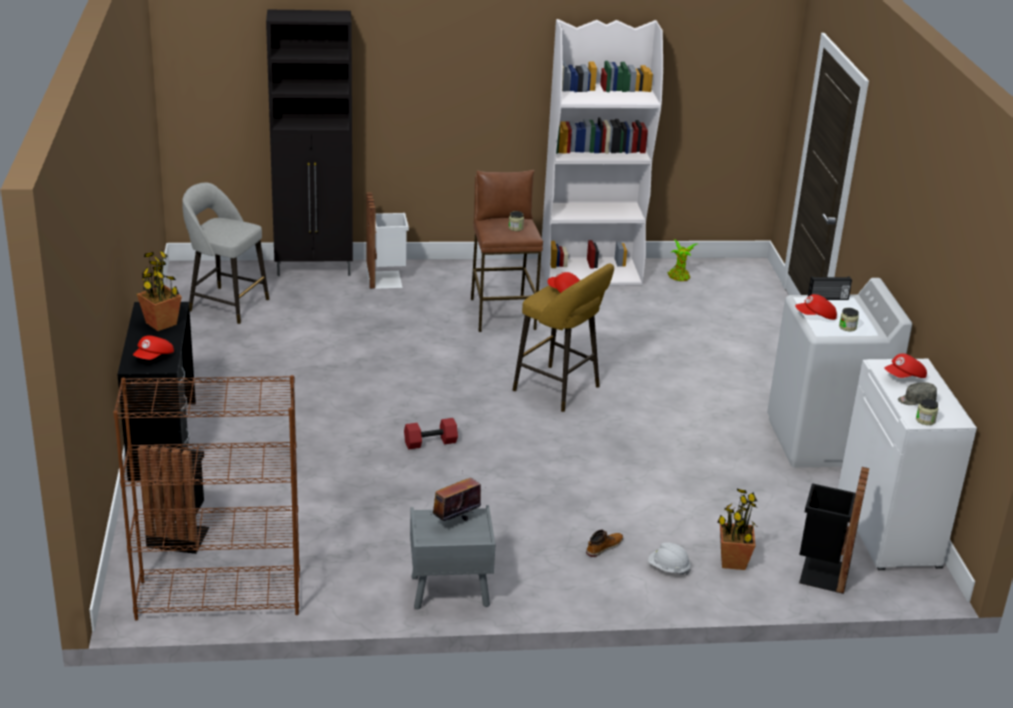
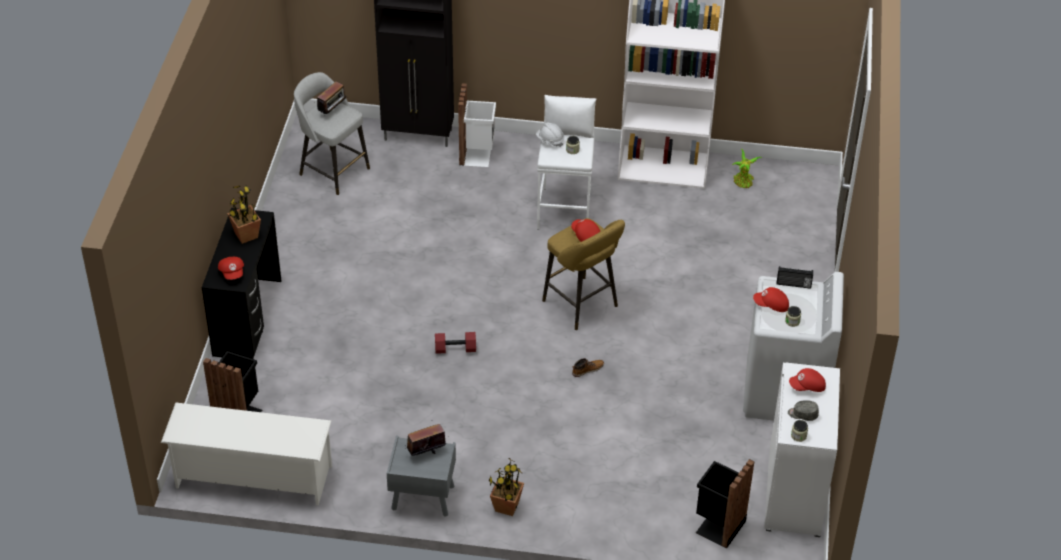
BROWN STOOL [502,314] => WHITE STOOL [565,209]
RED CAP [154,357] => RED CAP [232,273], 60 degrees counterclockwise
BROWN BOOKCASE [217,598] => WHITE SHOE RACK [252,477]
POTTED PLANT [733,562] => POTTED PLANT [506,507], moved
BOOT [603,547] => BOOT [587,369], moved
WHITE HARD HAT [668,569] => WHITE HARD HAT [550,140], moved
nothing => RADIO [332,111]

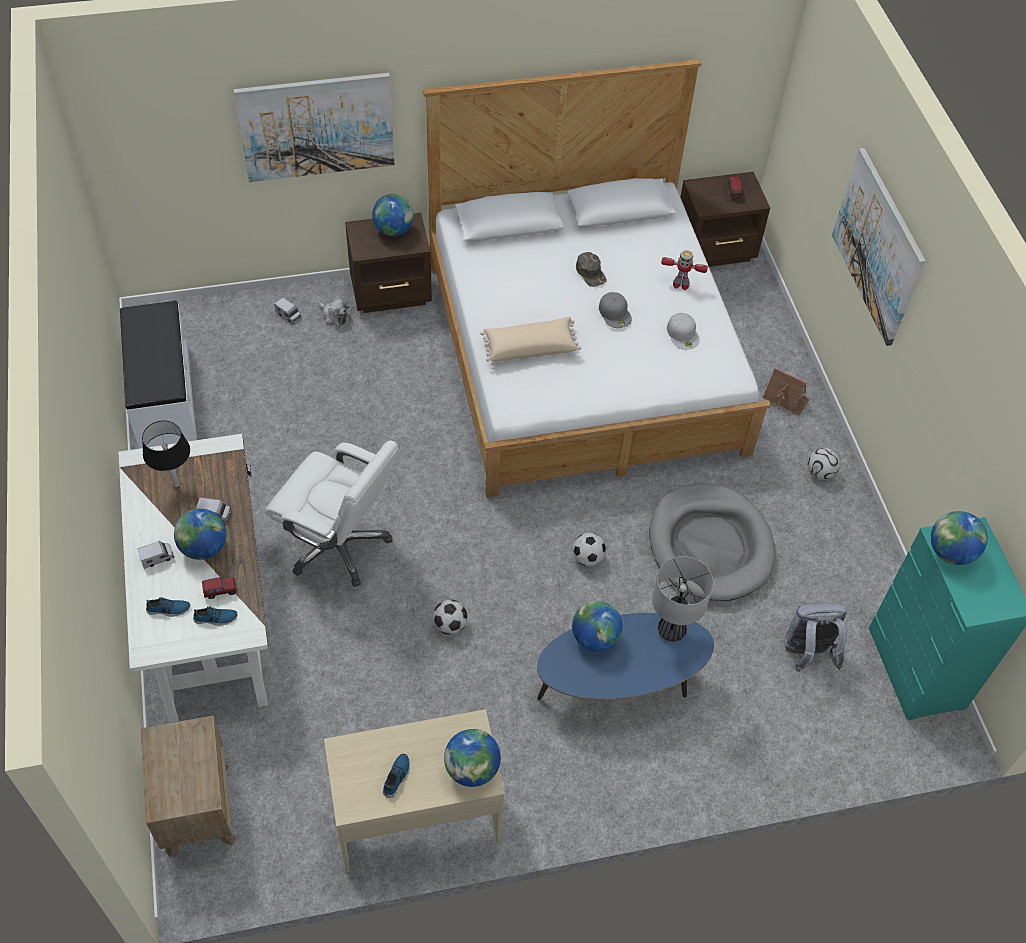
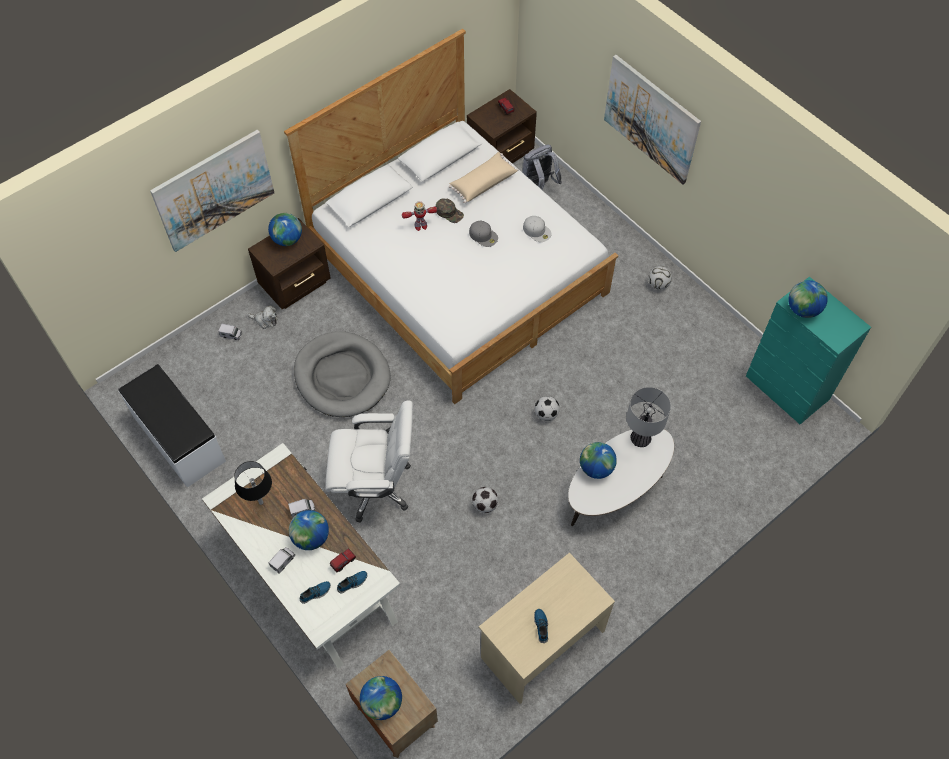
TOY ROBOT [680,284] => TOY ROBOT [420,226], moved
BEIGE PILLOW [530,347] => BEIGE PILLOW [483,183], moved
TOY HOUSE [785,398] => nothing
GREY DOG BED [710,545] => GREY DOG BED [342,376], moved
GREY BACKPACK [807,653] => GREY BACKPACK [538,186], moved
BLUE COFFEE TABLE [619,684] => WHITE COFFEE TABLE [616,489]
GLOBE [472,769] => GLOBE [382,703], moved

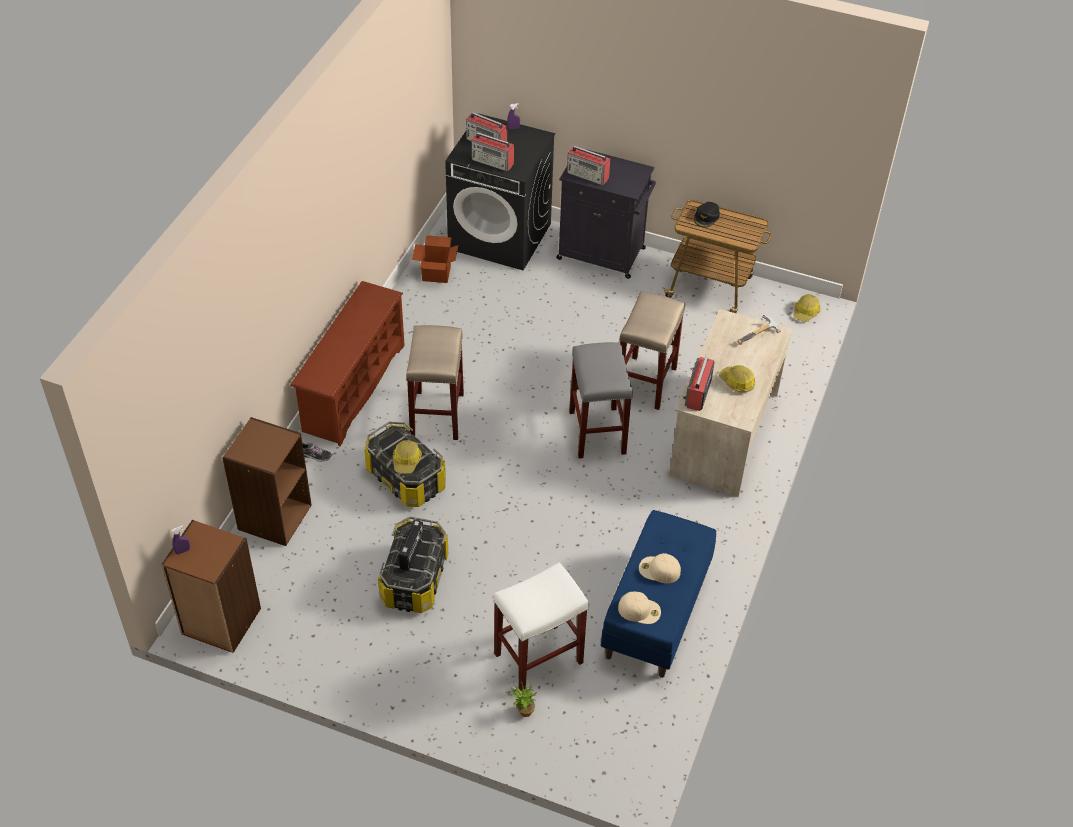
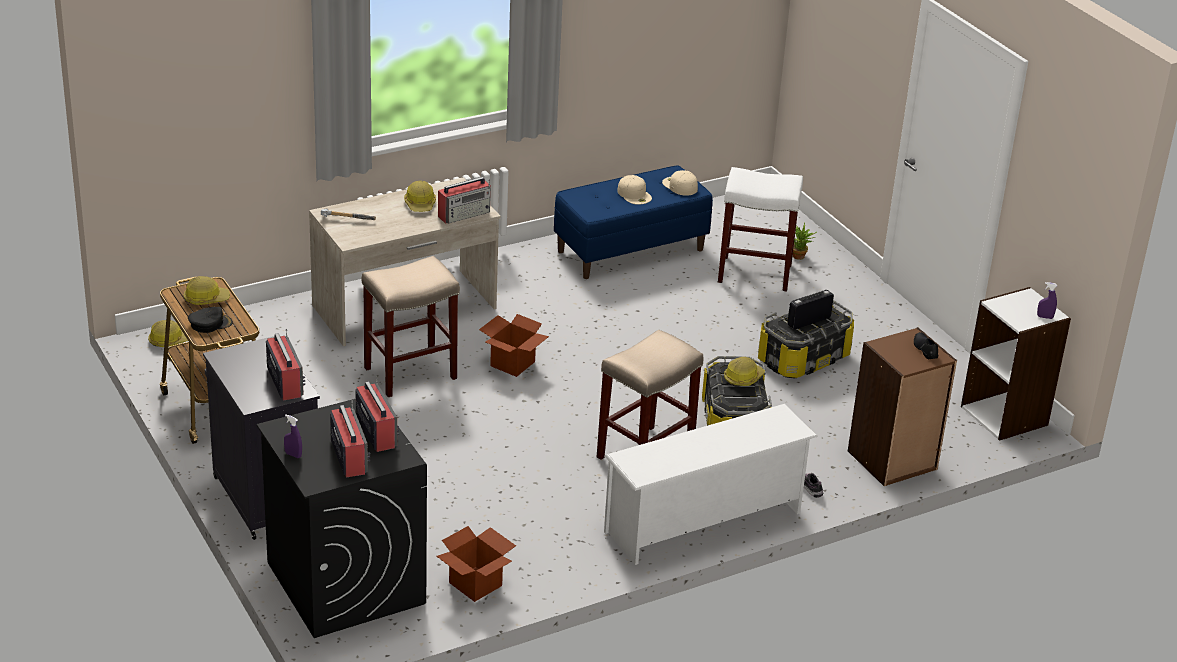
BROWN SHOE RACK [353,387] => WHITE SHOE RACK [704,523]
GREY STOOL [598,433] => CARDBOARD BOX [512,363]
BROWN BOOKCASE [220,622] => WHITE BOOKCASE [1005,416]
nothing => HARD HAT [206,299]
nothing => BLACK SHOE [925,349]

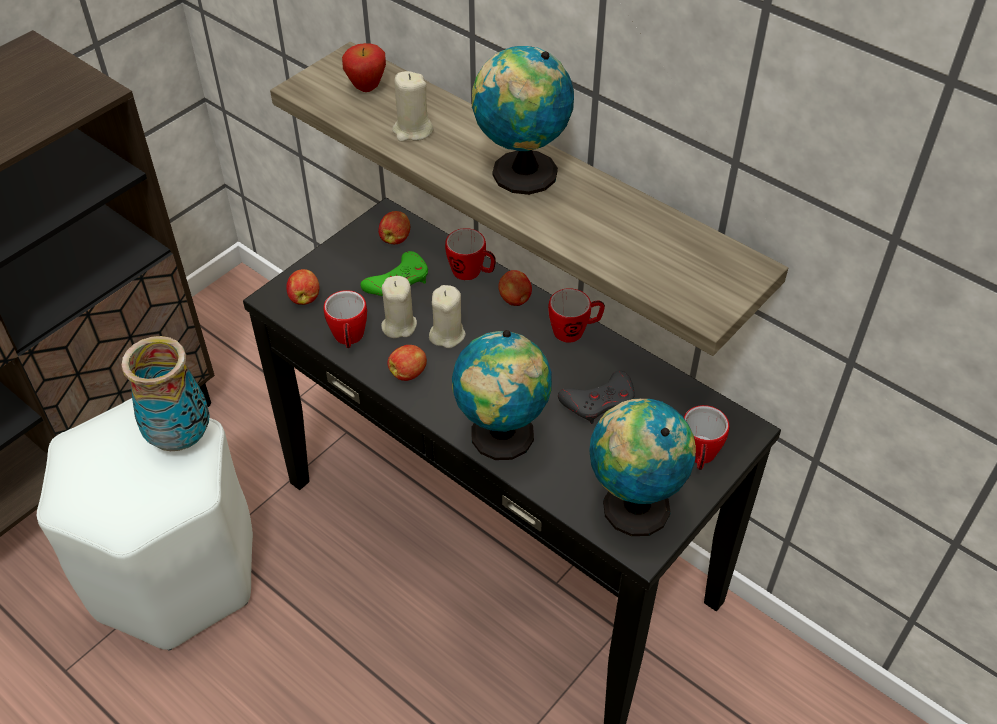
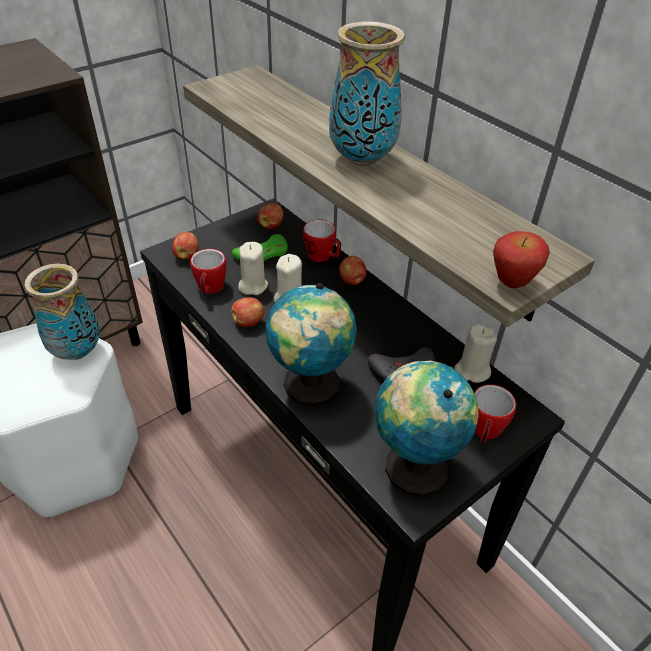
APPLE [366,88] => APPLE [512,282], moved
GLOBE [520,174] => VASE [361,159]
BEIGE CANDLE [412,130] => BEIGE CANDLE [471,371], moved
MUG [575,331] => nothing

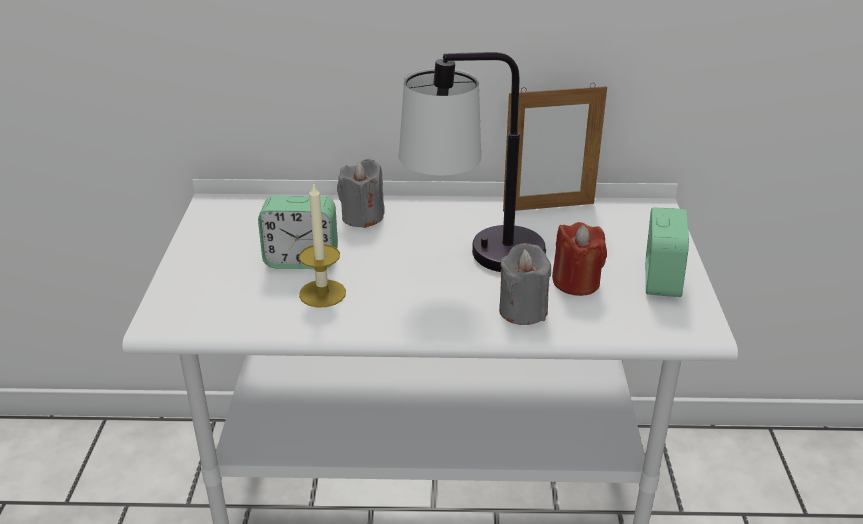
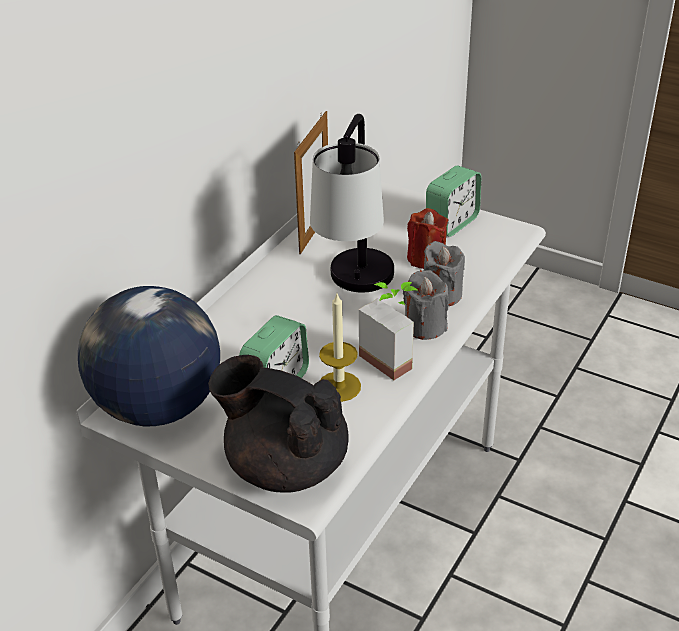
GREY CANDLE [362,217] => GREY CANDLE [425,326], moved
ALARM CLOCK [661,280] => ALARM CLOCK [452,223], 90 degrees clockwise
nothing => POTTED PLANT [393,357]
nothing => GLOBE [157,406]
nothing => BLACK TEAPOT [285,465]

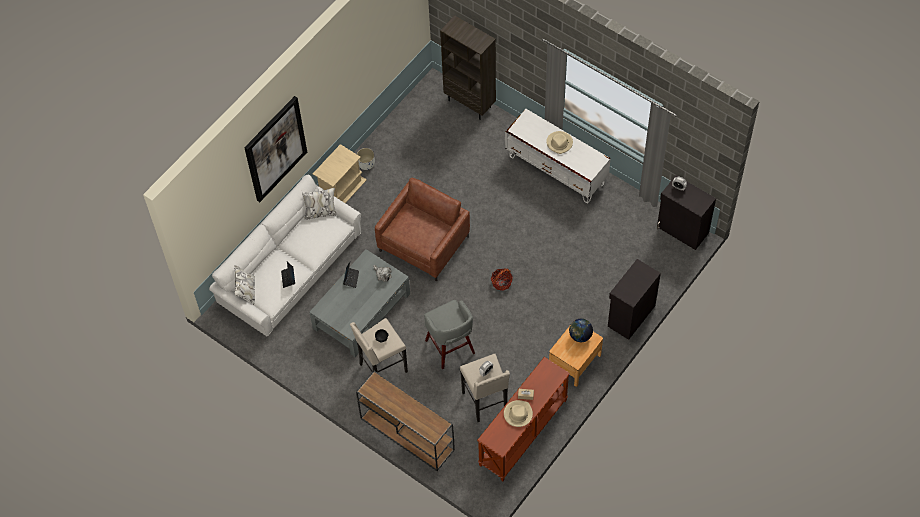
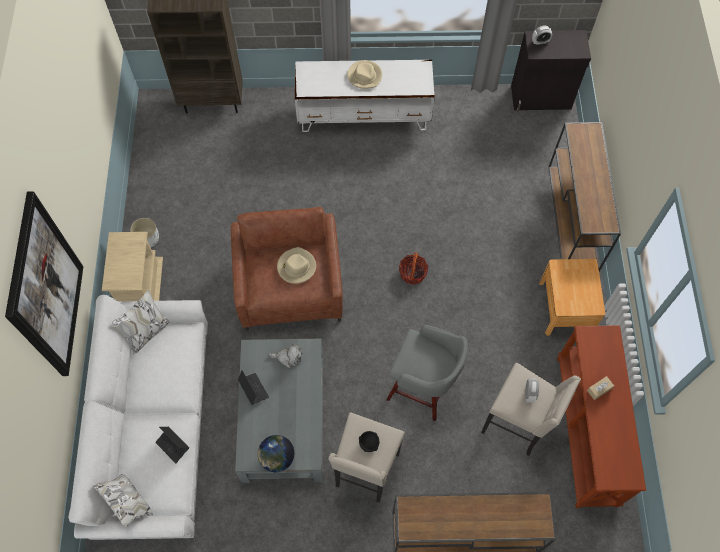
BLACK CABINET [630,316] => BROWN CONSOLE TABLE [573,218]
GLOBE [580,336] => GLOBE [277,458], moved
BEIGE HAT [518,414] => BEIGE HAT [296,267], moved

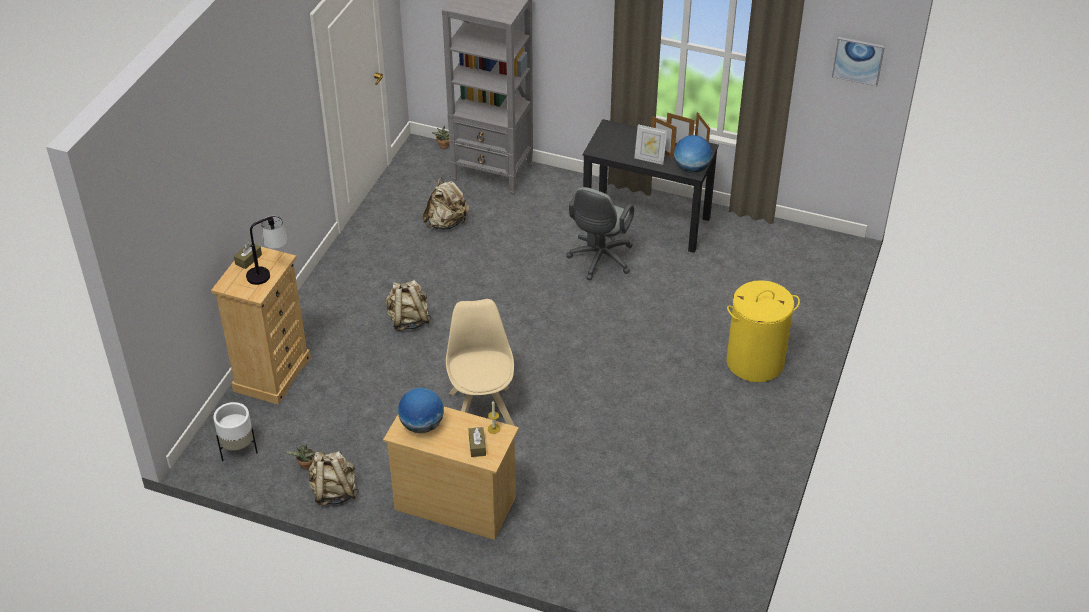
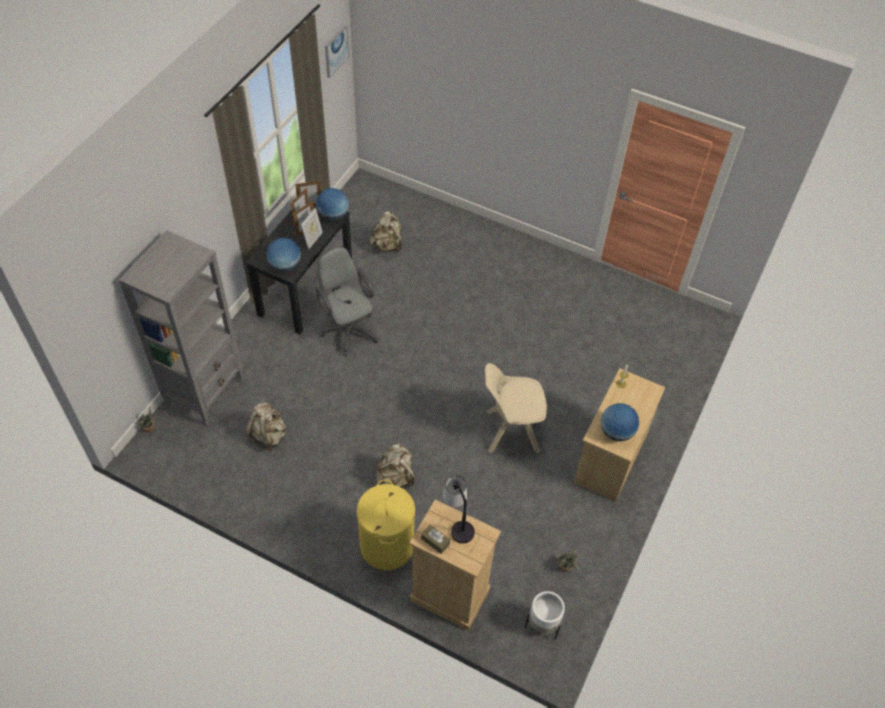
GREY OFFICE CHAIR [599,261] => GREY OFFICE CHAIR [348,329], 150 degrees counterclockwise
YELLOW LAUNDRY BASKET [755,362] => YELLOW LAUNDRY BASKET [387,546], moved
BROWN TISSUE BOX [477,446] => nothing
BEIGE BACKPACK [334,492] => BEIGE BACKPACK [387,245], moved
nothing => GLOBE [285,266]

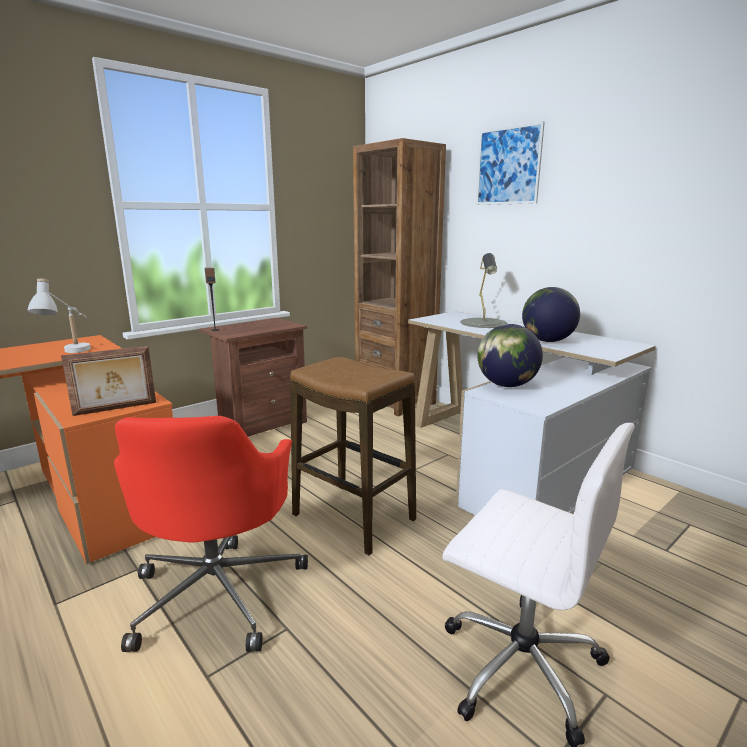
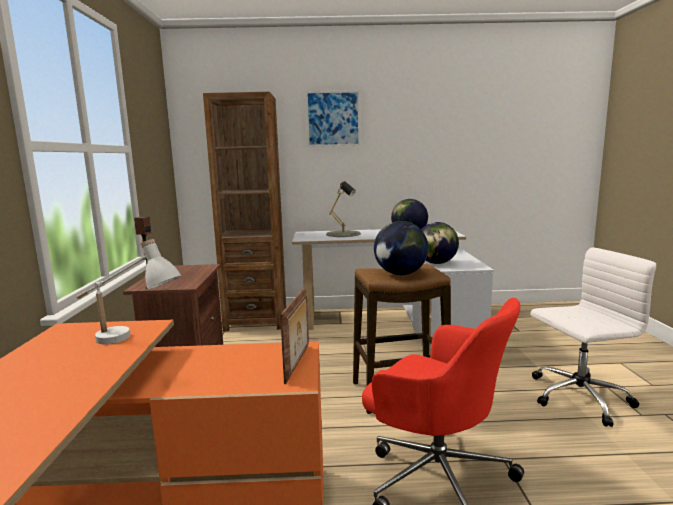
nothing => GLOBE [400,274]

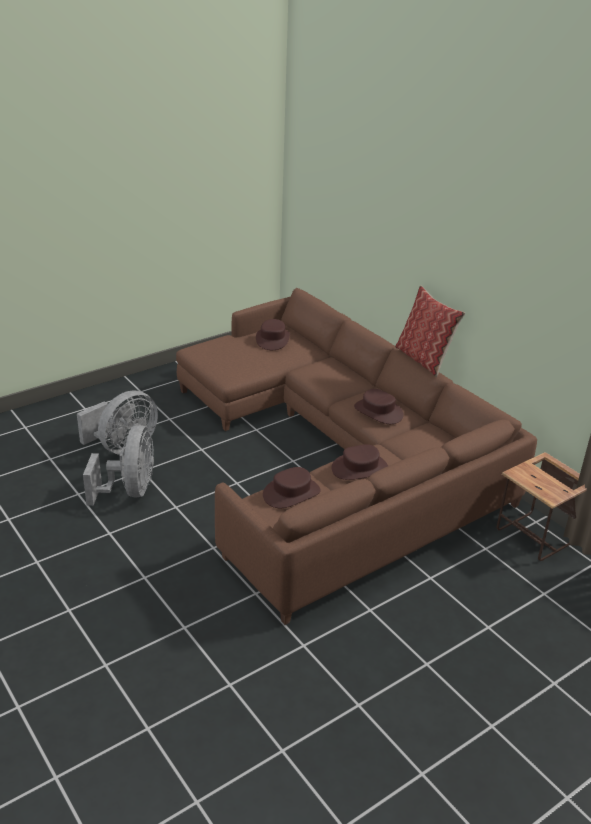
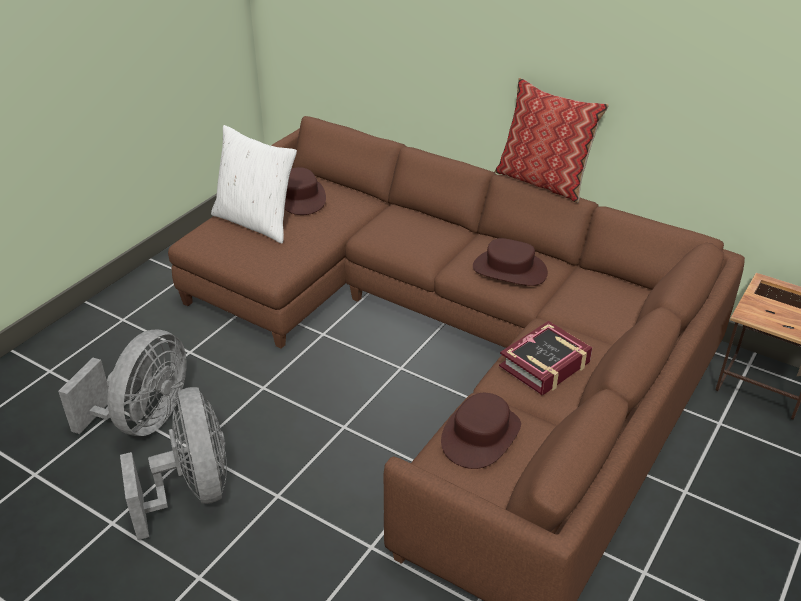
BROWN HAT [360,468] => BOOK [545,365]
nothing => WHITE PILLOW [256,222]

